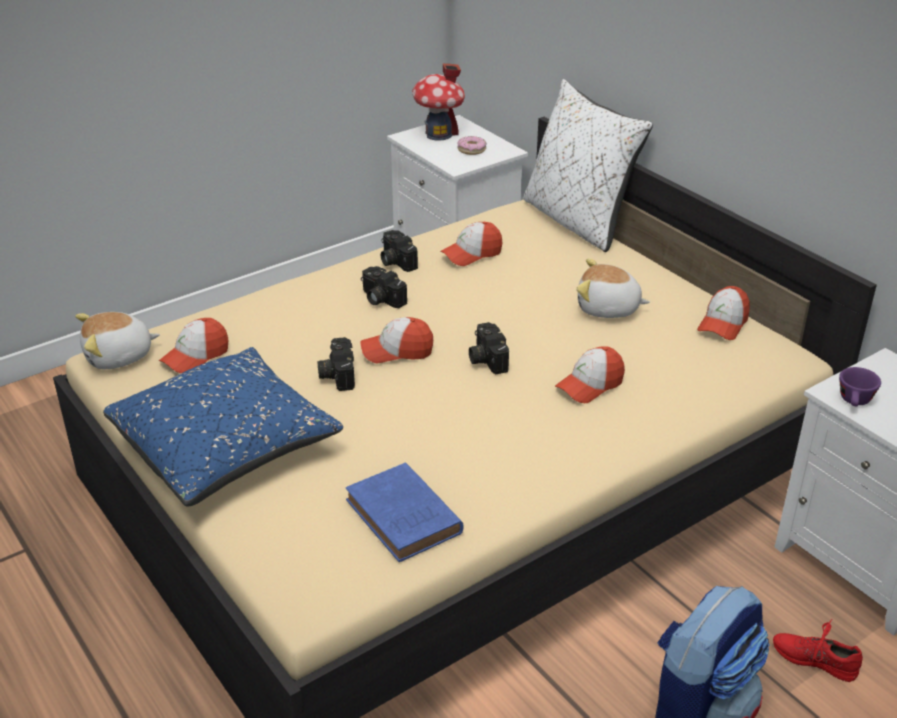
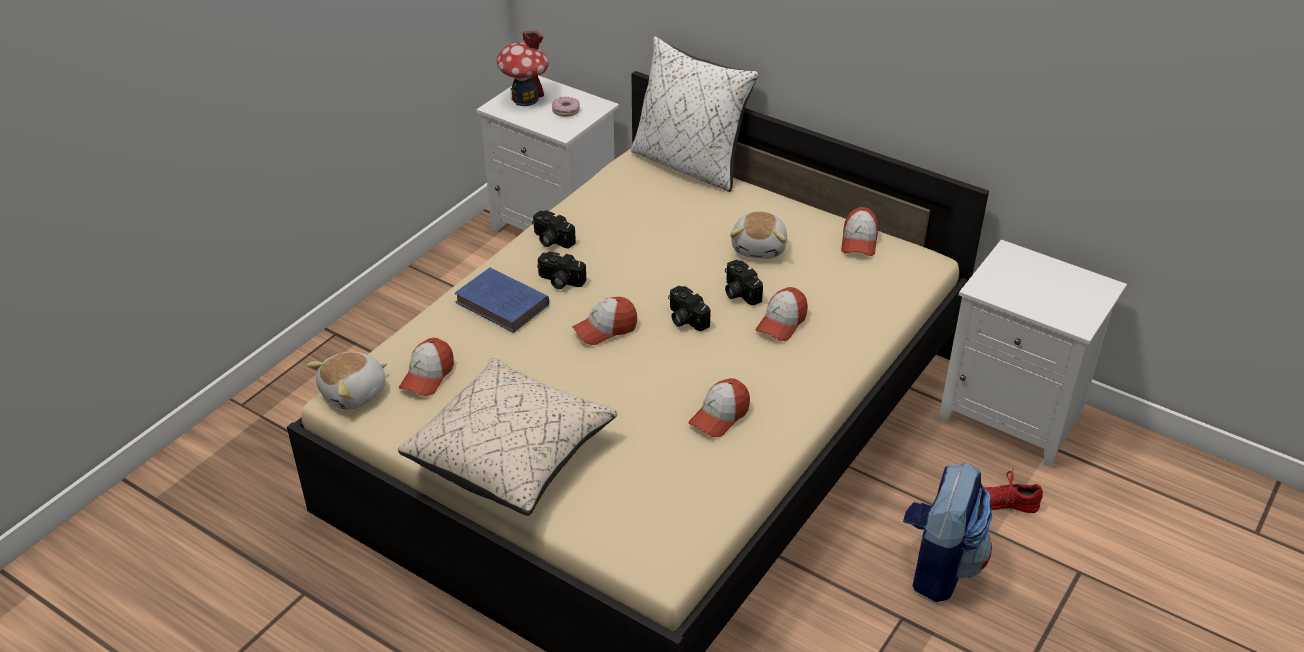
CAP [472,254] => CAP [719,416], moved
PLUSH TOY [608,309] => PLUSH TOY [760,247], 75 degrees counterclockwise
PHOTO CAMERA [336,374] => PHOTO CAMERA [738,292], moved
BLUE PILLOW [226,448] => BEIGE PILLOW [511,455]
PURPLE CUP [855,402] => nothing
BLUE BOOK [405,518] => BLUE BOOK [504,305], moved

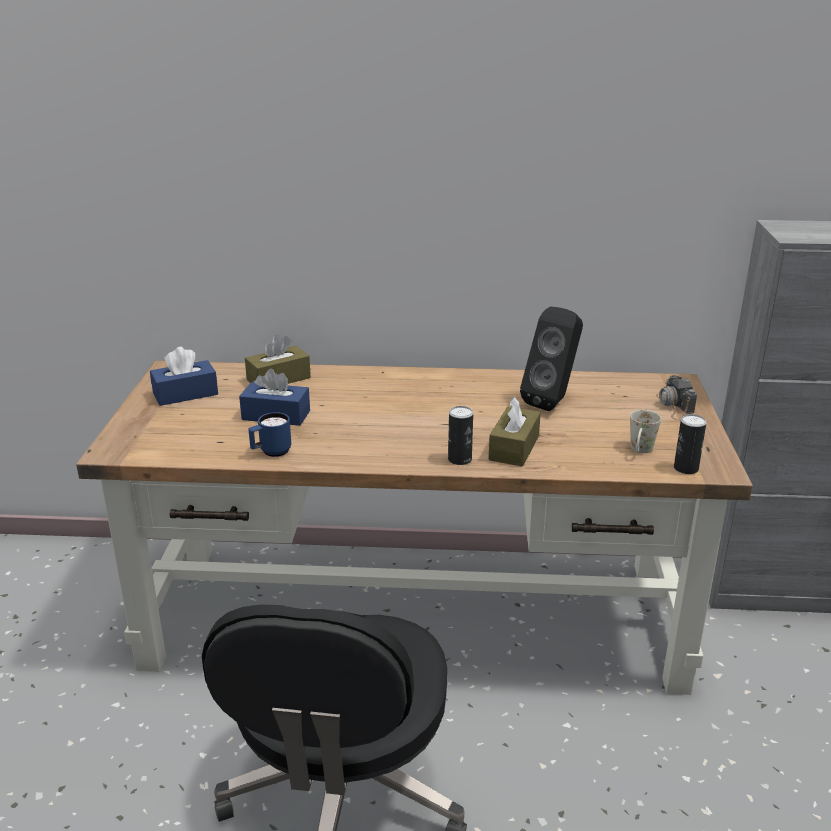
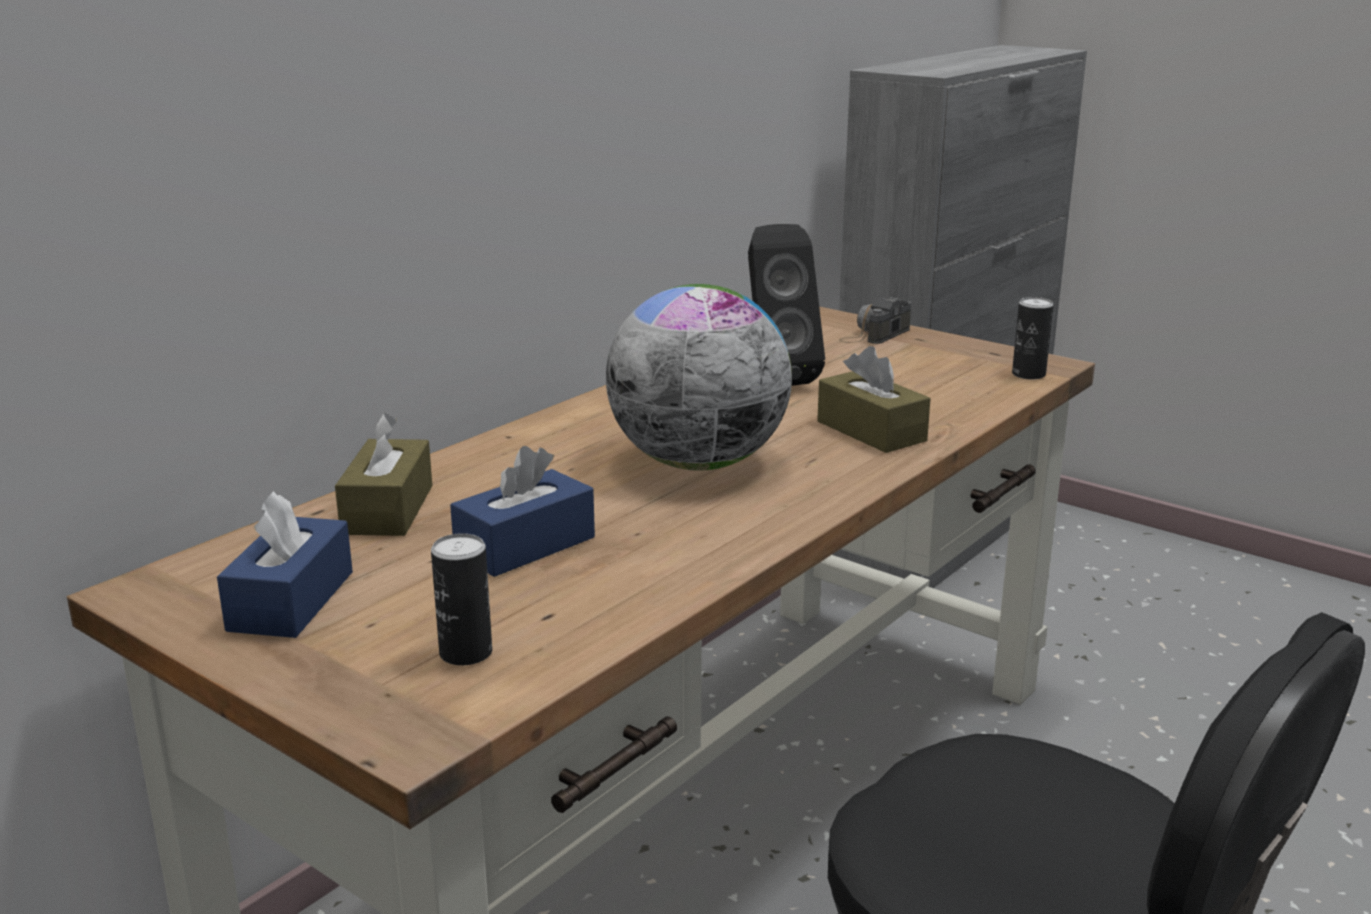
PHOTO CAMERA [674,406] => PHOTO CAMERA [875,334], 105 degrees clockwise
CAN [459,459] => CAN [466,653], moved
WHITE MUG [640,451] => nothing
BLUE MUG [271,452] => nothing
nothing => GLOBE [698,463]

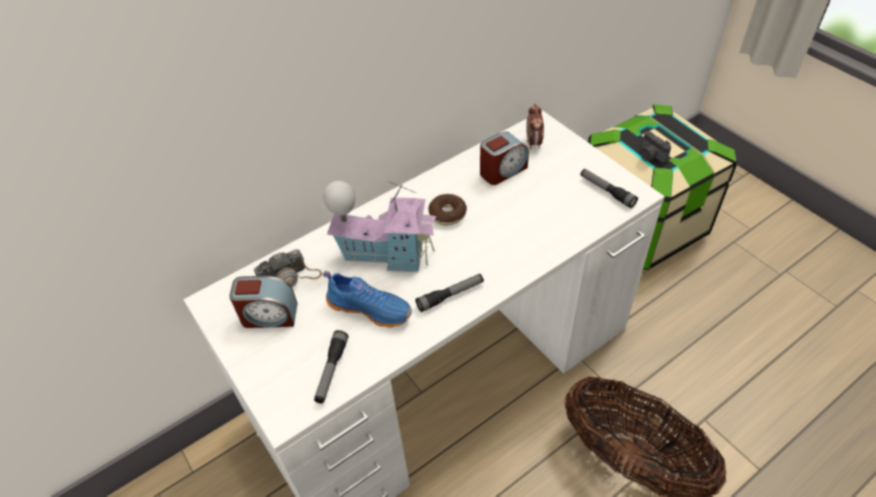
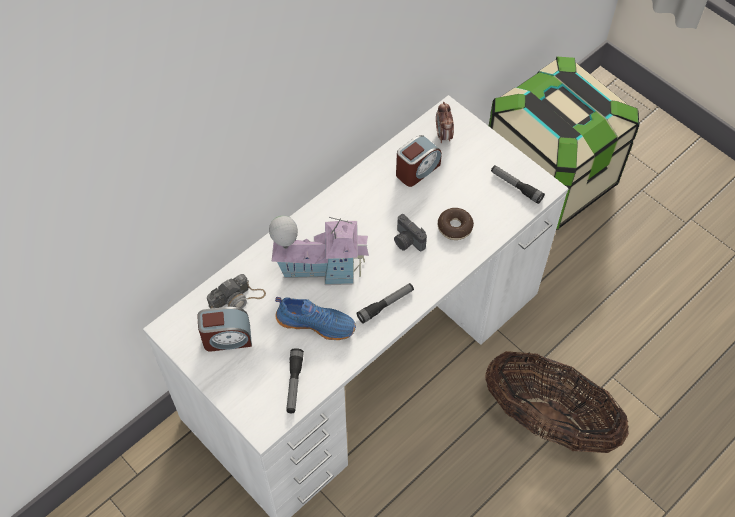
PHOTO CAMERA [650,156] => PHOTO CAMERA [407,241], moved
DONUT [447,214] => DONUT [455,227], moved

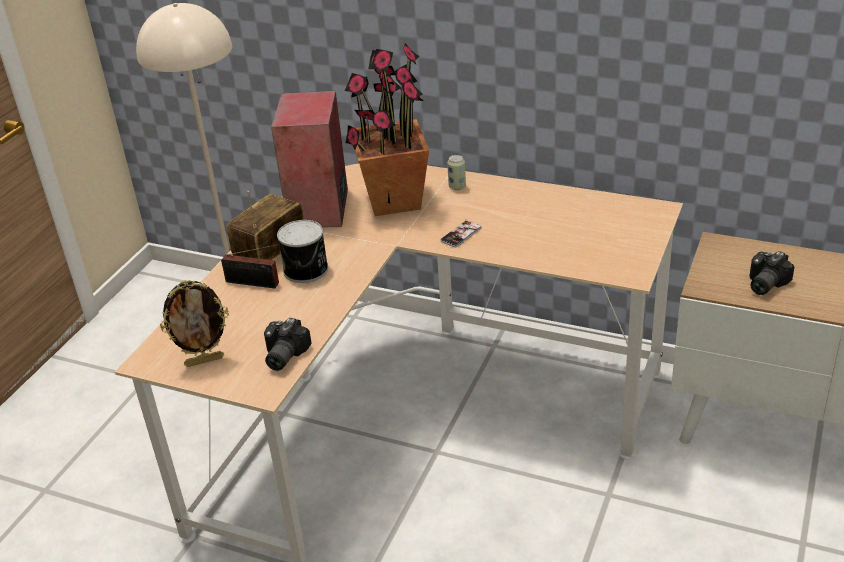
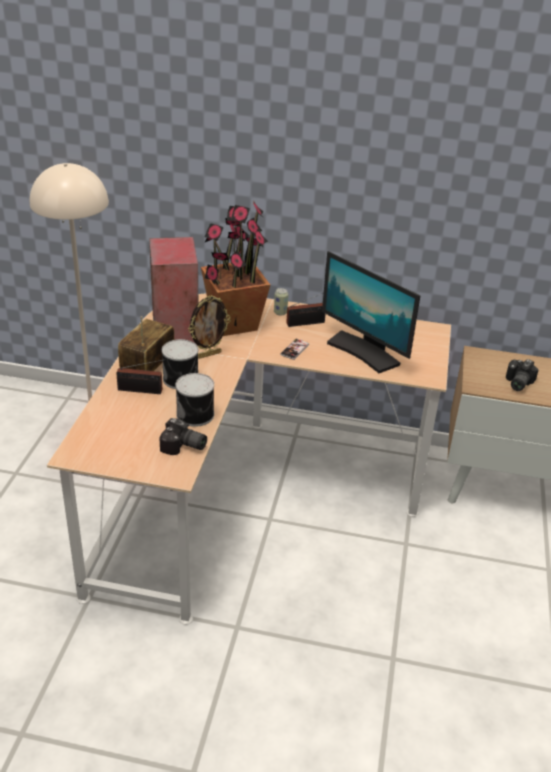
PICTURE FRAME [204,360] => PICTURE FRAME [209,354], moved
PHOTO CAMERA [282,356] => PHOTO CAMERA [183,447], 75 degrees counterclockwise
nothing => MONITOR [364,352]
nothing => RADIO [307,323]
nothing => CAN [196,414]

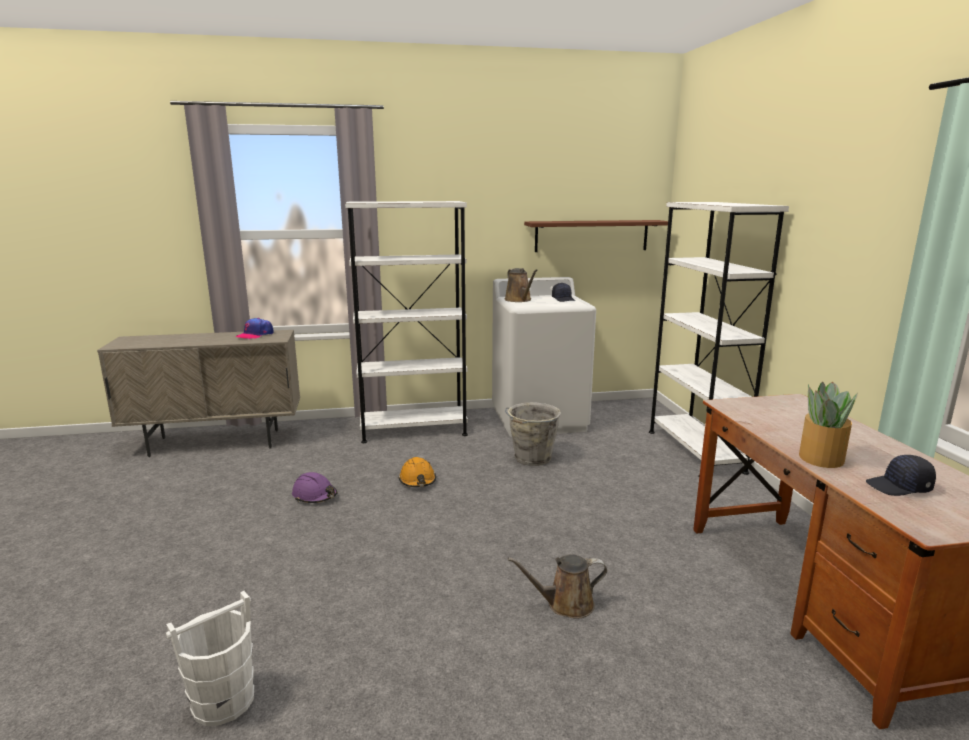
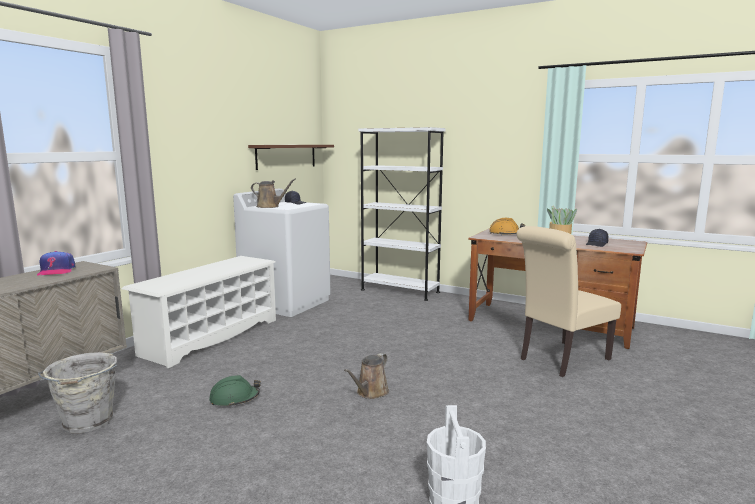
WHITE BOOKCASE [413,430] => WHITE SHOE RACK [211,337]
GREY BUCKET [532,458] => GREY BUCKET [87,422], moved
ORANGE HARD HAT [417,480] => ORANGE HARD HAT [505,234], moved
PURPLE HARD HAT [315,496] => GREEN HARD HAT [234,399]
BROWN WATERING CAN [565,604] => BROWN WATERING CAN [370,393], moved
nothing => BEIGE CHAIR [560,360]

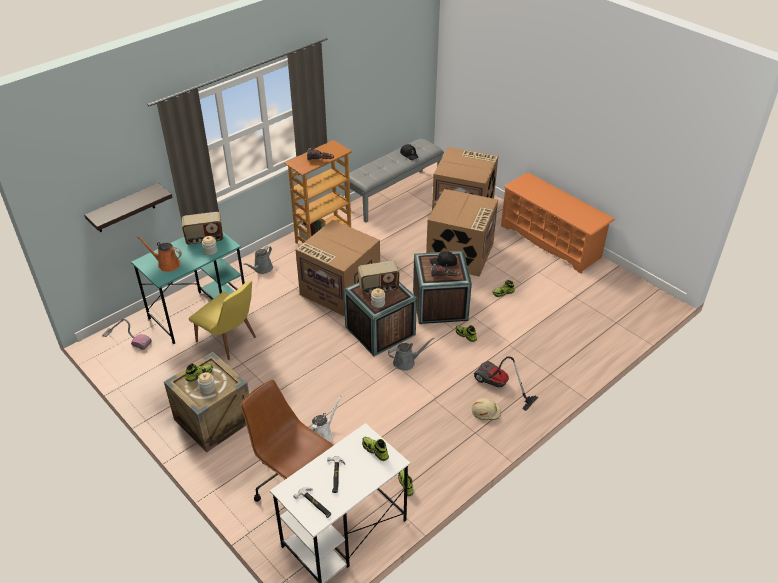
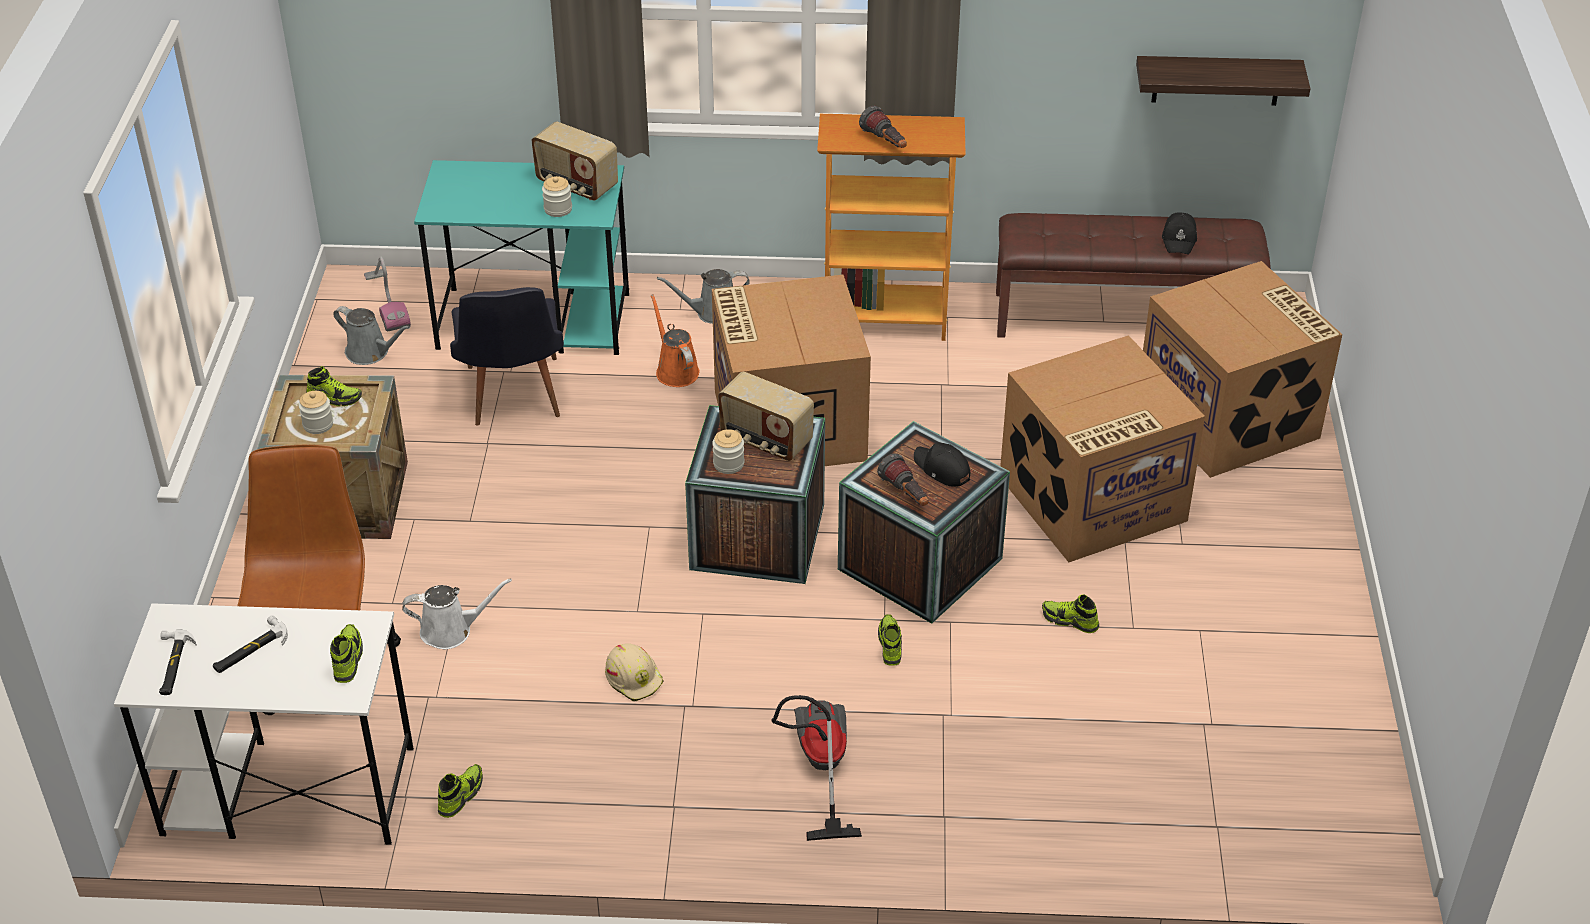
GREY BENCH [394,195] => BROWN BENCH [1124,316]
ORANGE SHOE RACK [551,241] => nothing
SHELF [125,209] => SHELF [1216,80], moved
ORANGE WATERING CAN [167,264] => ORANGE WATERING CAN [675,370], moved
YELLOW CHAIR [230,342] => BLACK CHAIR [513,399]
GREY WATERING CAN [406,362] => GREY WATERING CAN [370,353], moved
BEIGE HARD HAT [486,411] => BEIGE HARD HAT [634,678], moved

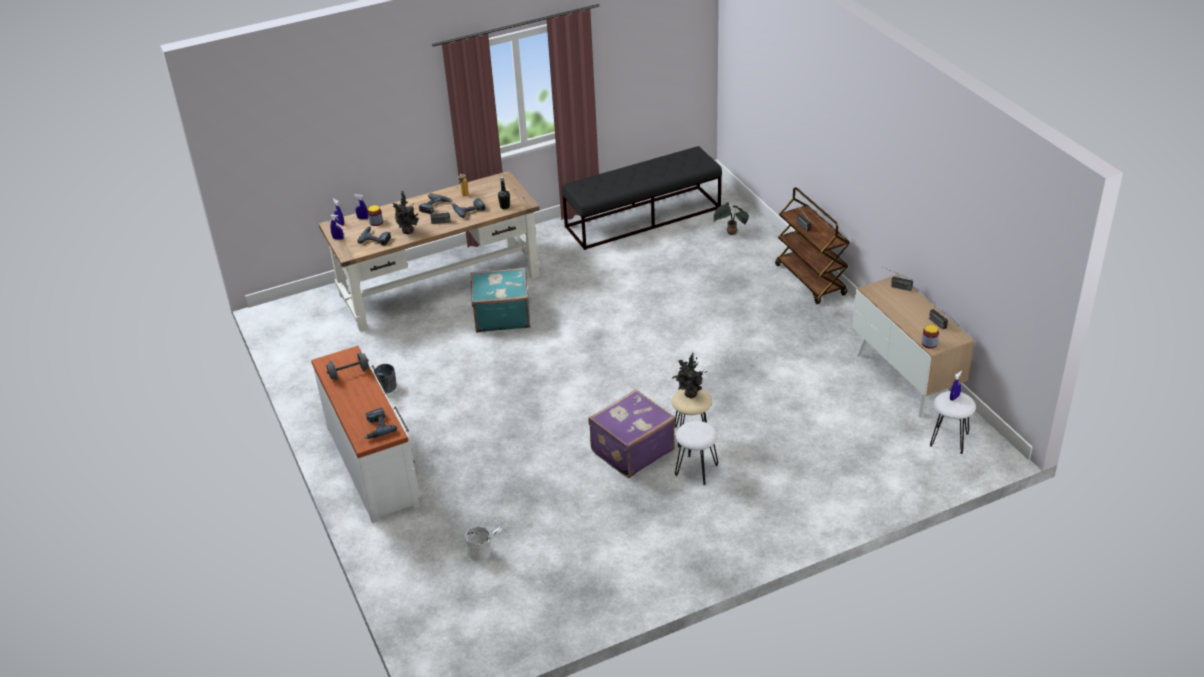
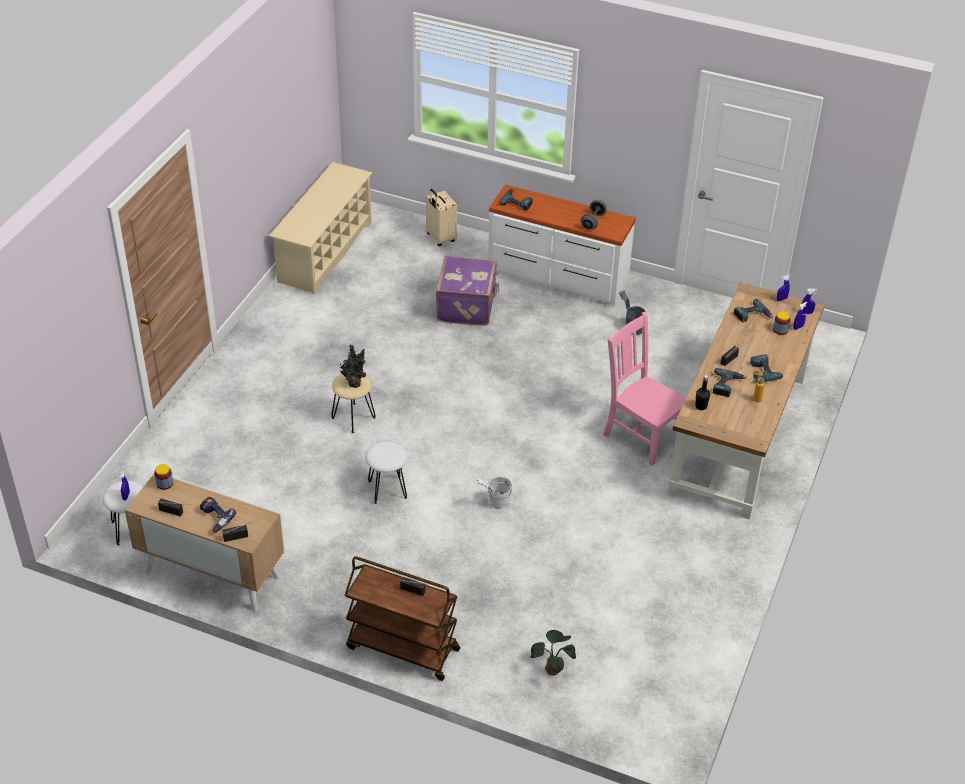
BLACK BENCH [643,217] => nothing
POTTED PLANT [407,232] => nothing
TURQUOISE SUITCASE [501,315] => PINK CHAIR [641,435]
PURPLE SUITCASE [631,450] => PURPLE SUITCASE [467,306], moved
WHITE STOOL [696,470] => WHITE STOOL [387,489], moved
WHITE BUCKET [483,553] => WHITE BUCKET [495,502], moved
nothing => BEIGE SHOE RACK [325,251]
nothing => BEIGE SUITCASE [440,238]
nothing => POWER DRILL [214,519]

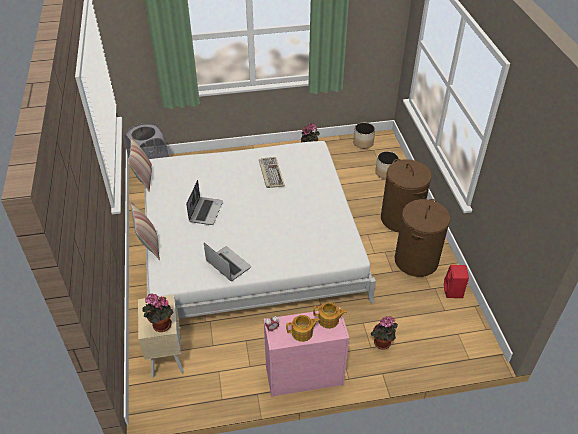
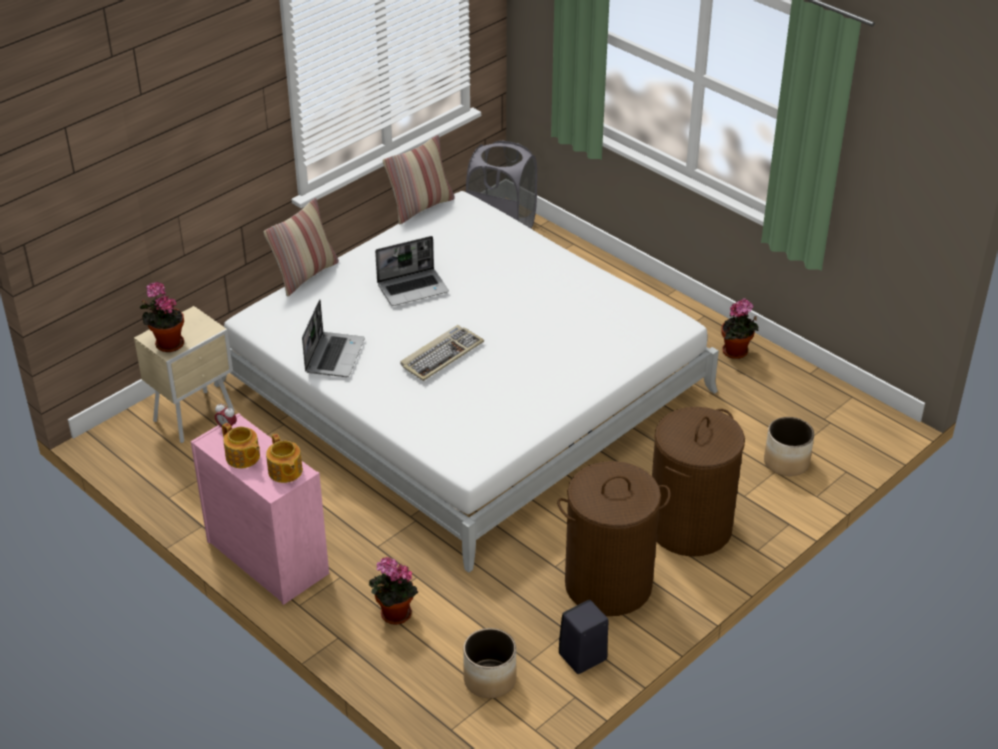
PLANTER [363,143] => PLANTER [489,679], moved
KEYBOARD [271,173] => KEYBOARD [441,355], moved
RED SPEAKER [453,291] => BLACK SPEAKER [581,657]

